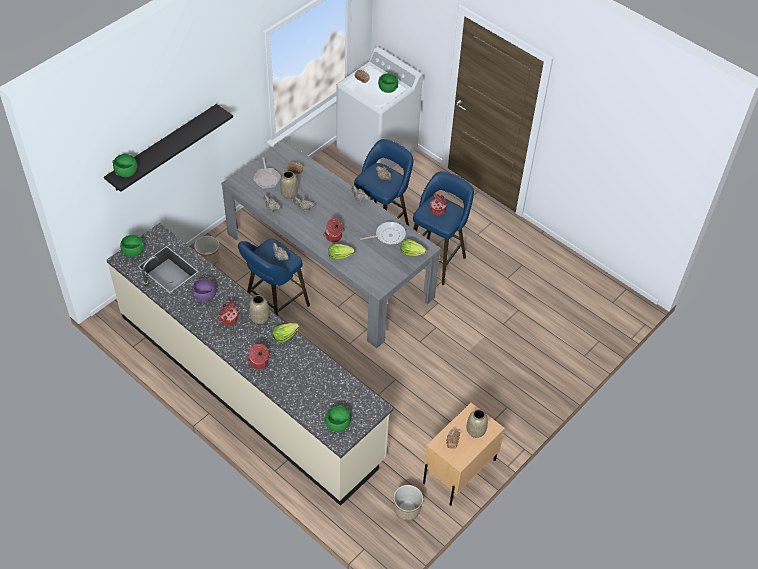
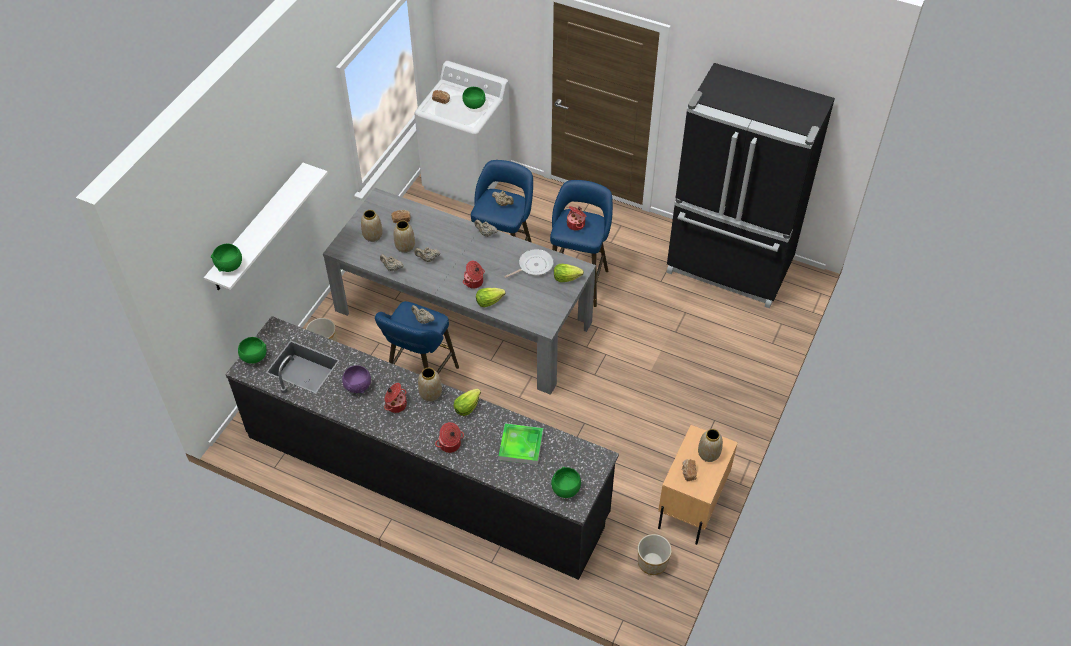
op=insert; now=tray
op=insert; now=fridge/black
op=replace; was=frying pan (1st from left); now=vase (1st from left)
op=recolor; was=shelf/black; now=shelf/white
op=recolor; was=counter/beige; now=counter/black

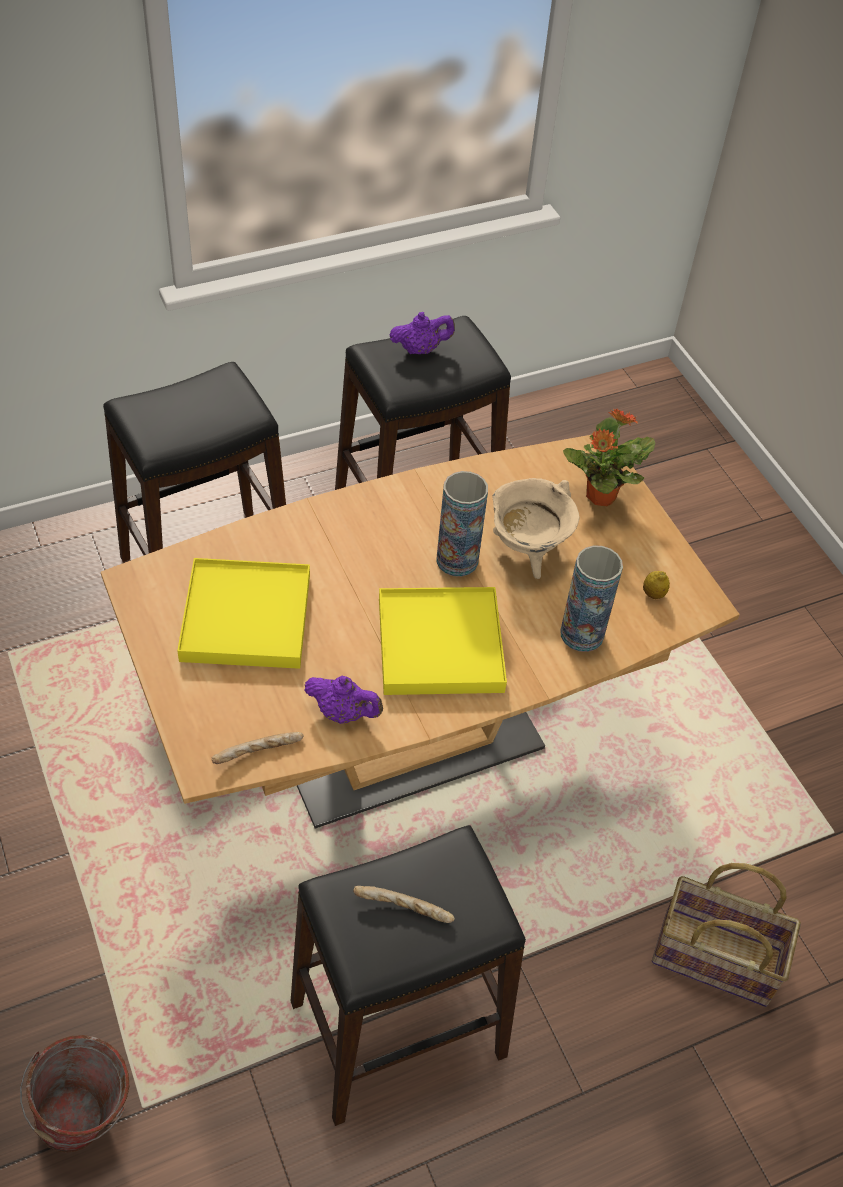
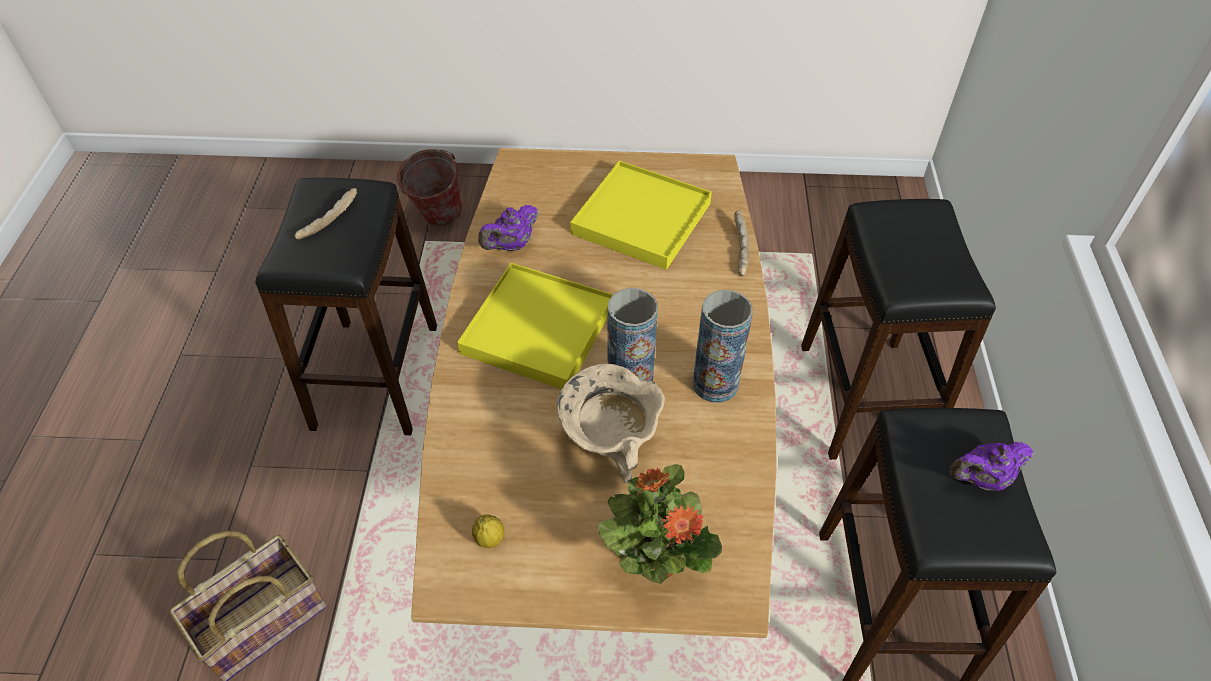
op=move; was=bread (1st from left in the first image); now=bread (2nd from left)
op=move; was=vase (2nd from left)
op=rotate; was=teapot/purple (2nd from left); clockwise=60

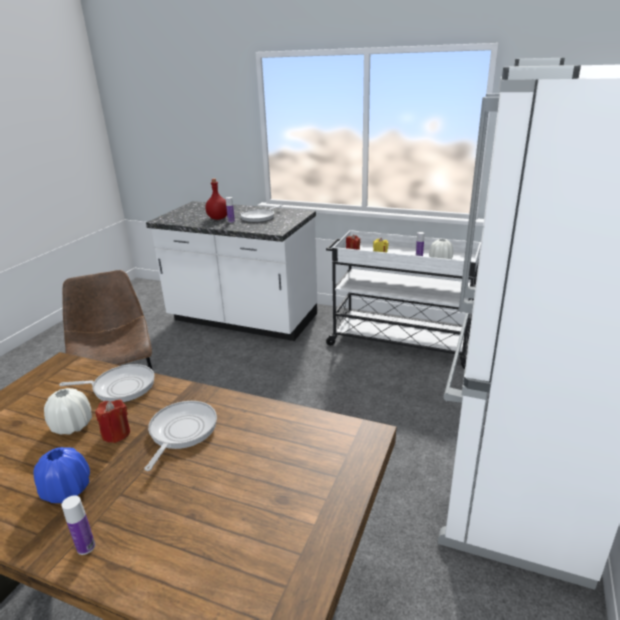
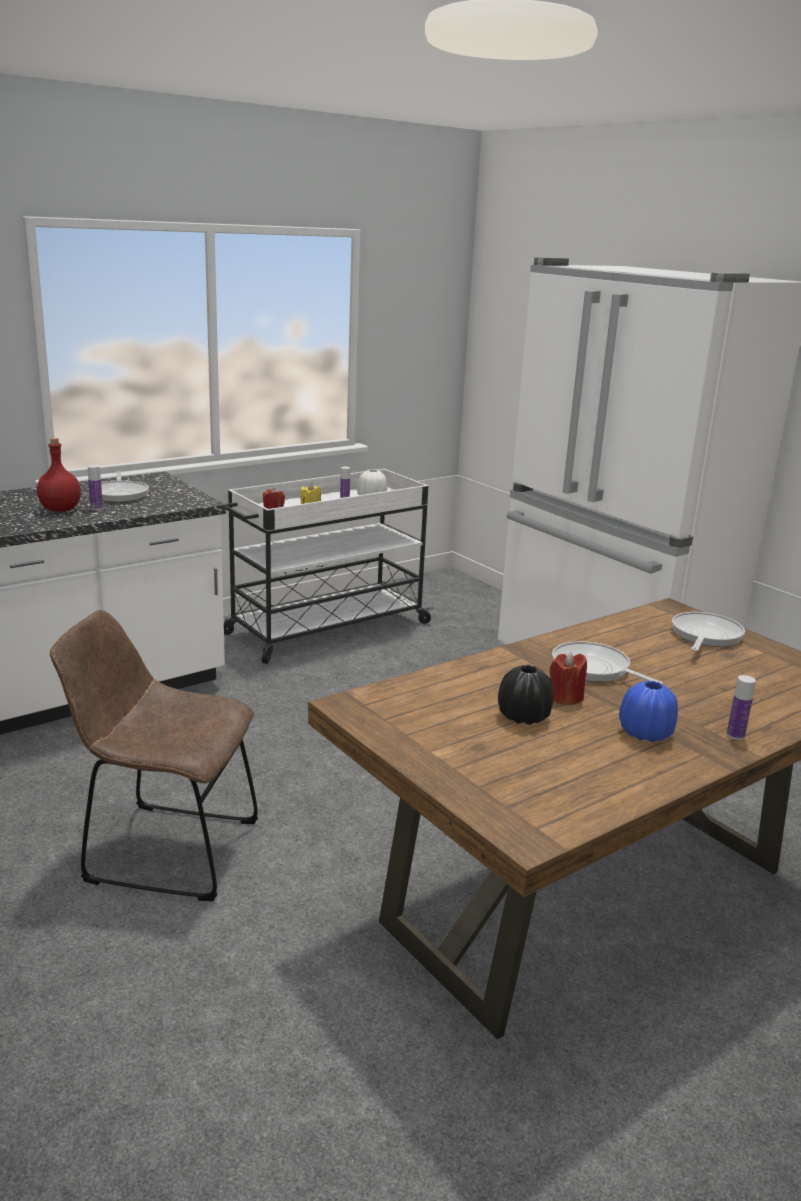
op=move; was=frying pan (1st from left in the first image); now=frying pan (3rd from left)
op=recolor; was=vase/white (1st from left); now=vase/black

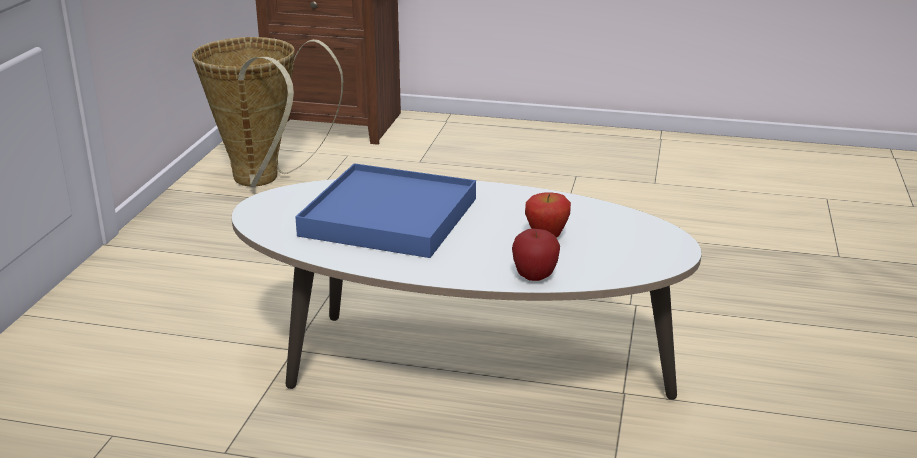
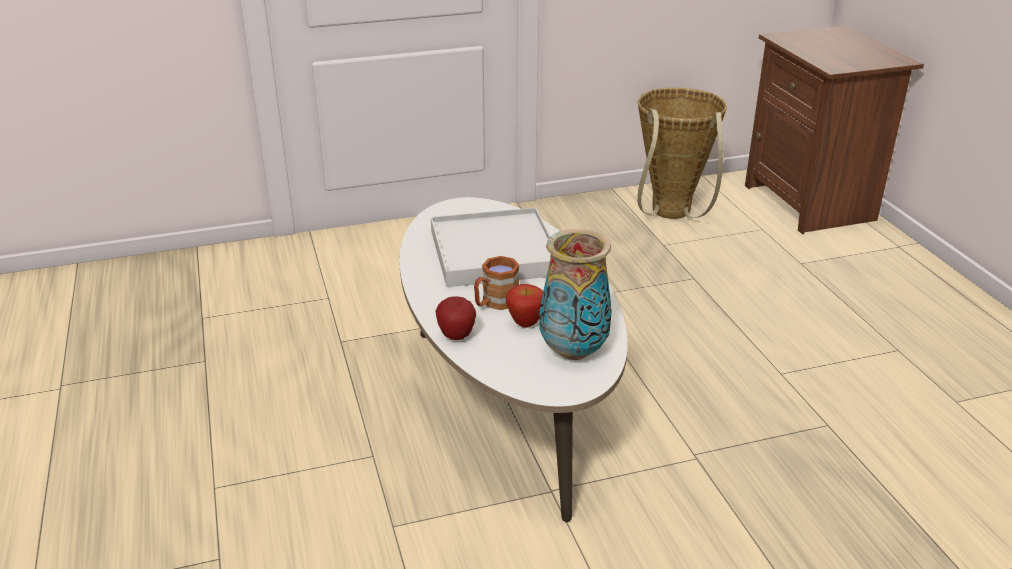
op=insert; now=mug/brown
op=insert; now=vase
op=recolor; was=tray/blue; now=tray/white

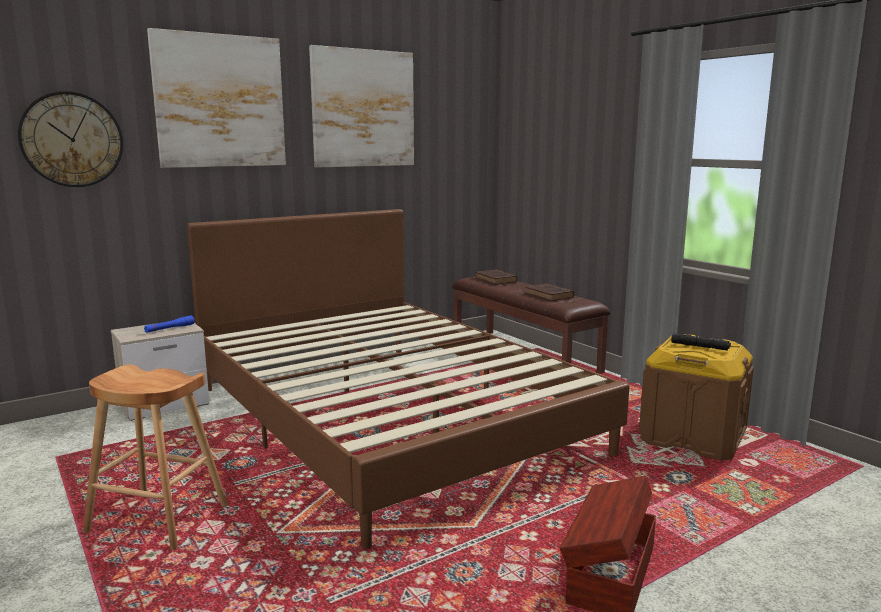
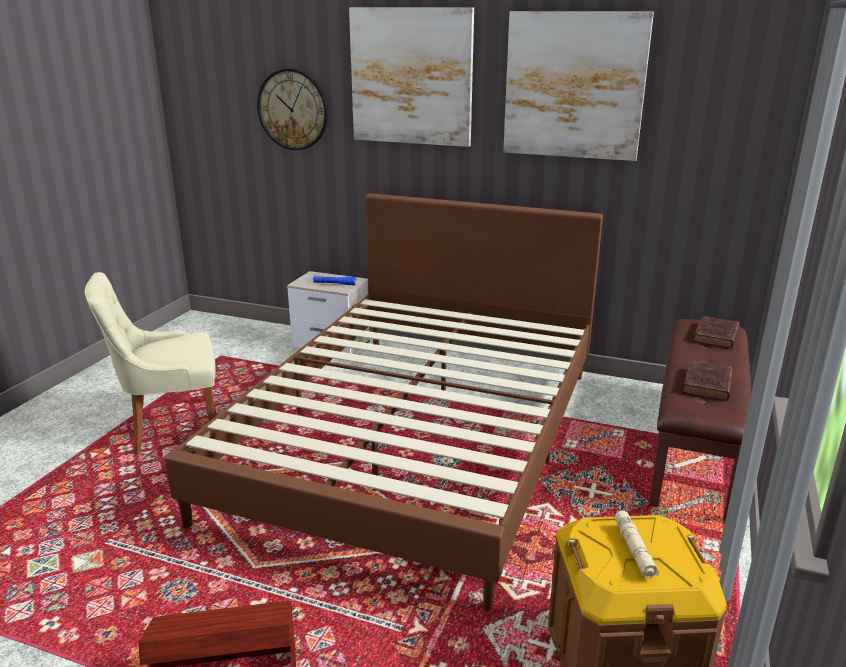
op=replace; was=stool/brown; now=chair/beige
op=recolor; was=flashlight/black; now=flashlight/beige

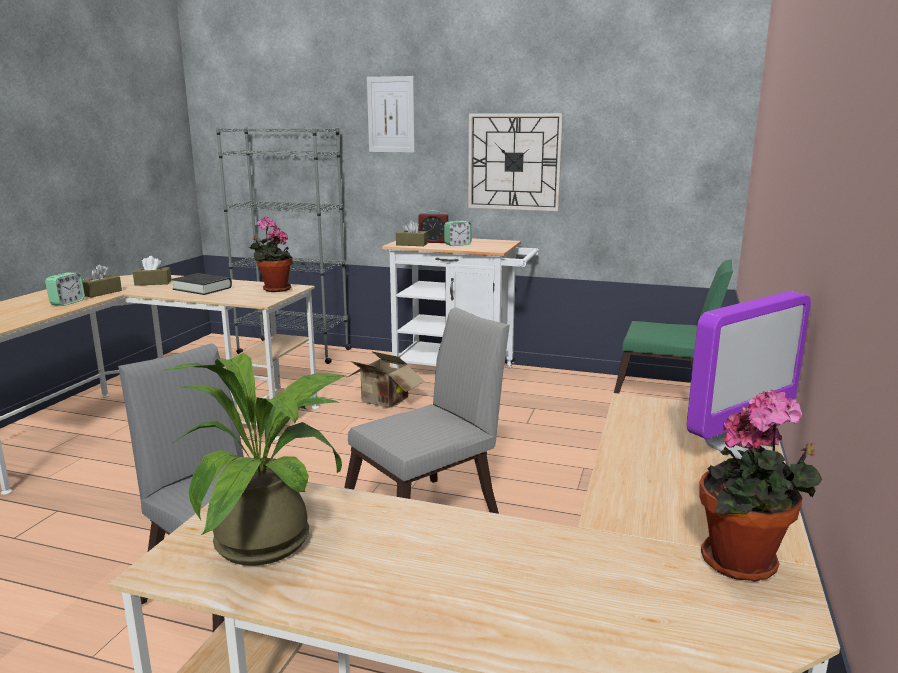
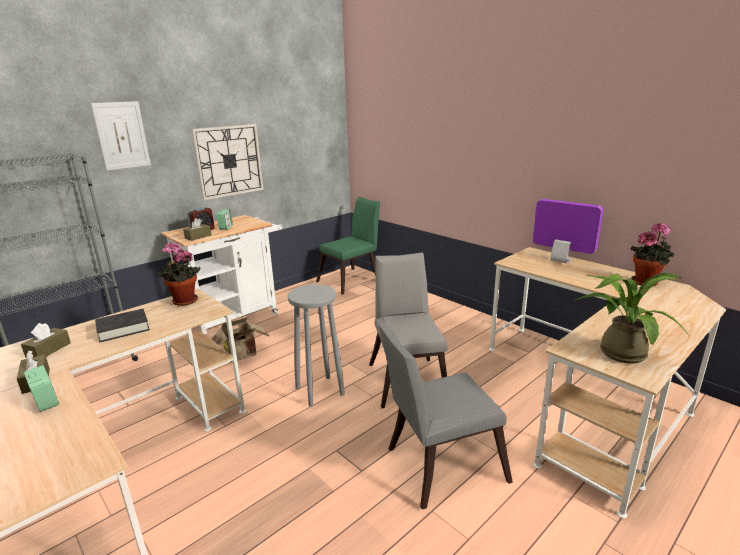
op=insert; now=stool/grey
op=rotate; was=monitor; clockwise=-45

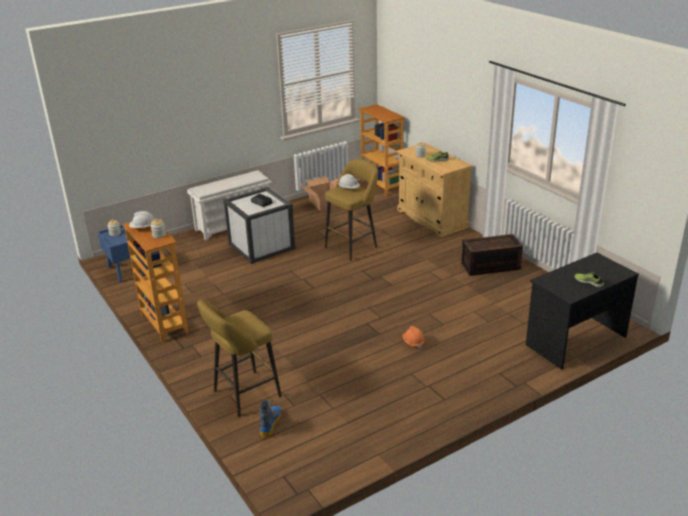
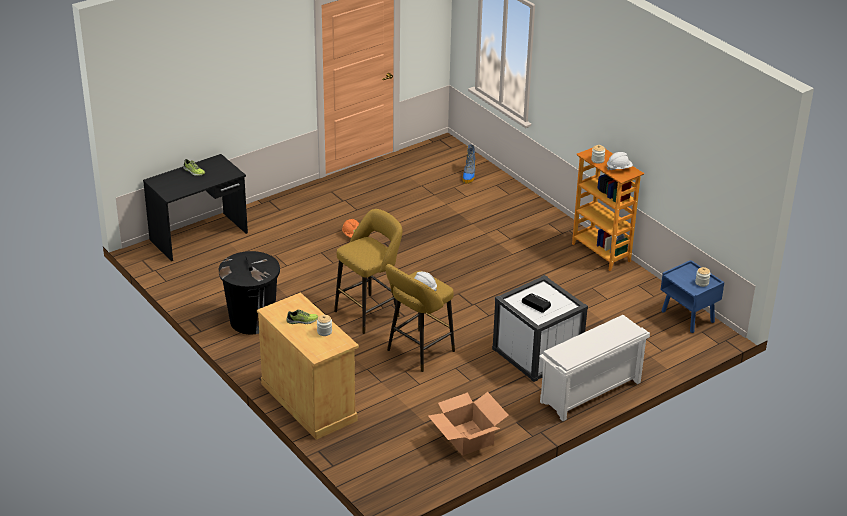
op=delete; was=bookcase (2nd from left)
op=move; was=stool/yellow (1st from left)
op=replace; was=storage box/brown; now=trash can/black

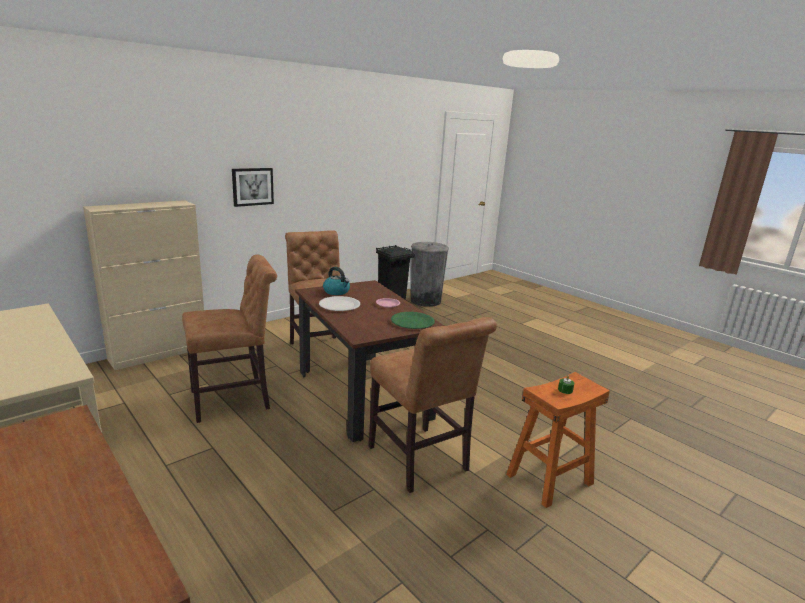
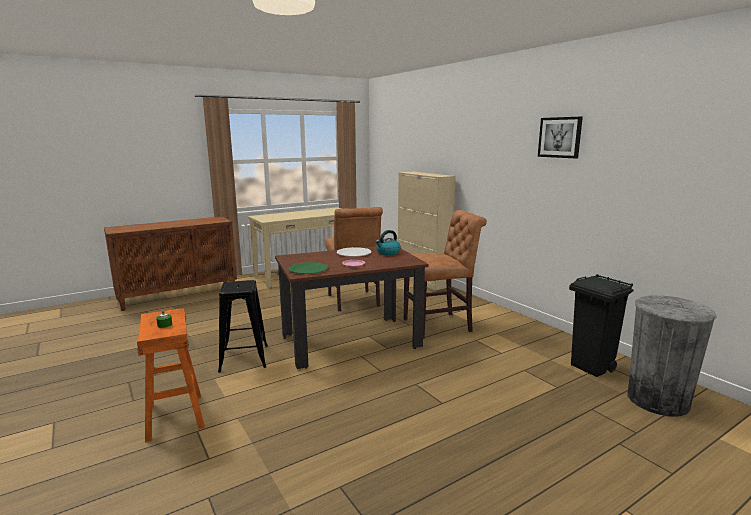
op=move; was=picture
op=replace; was=chair/brown (3rd from left); now=stool/black

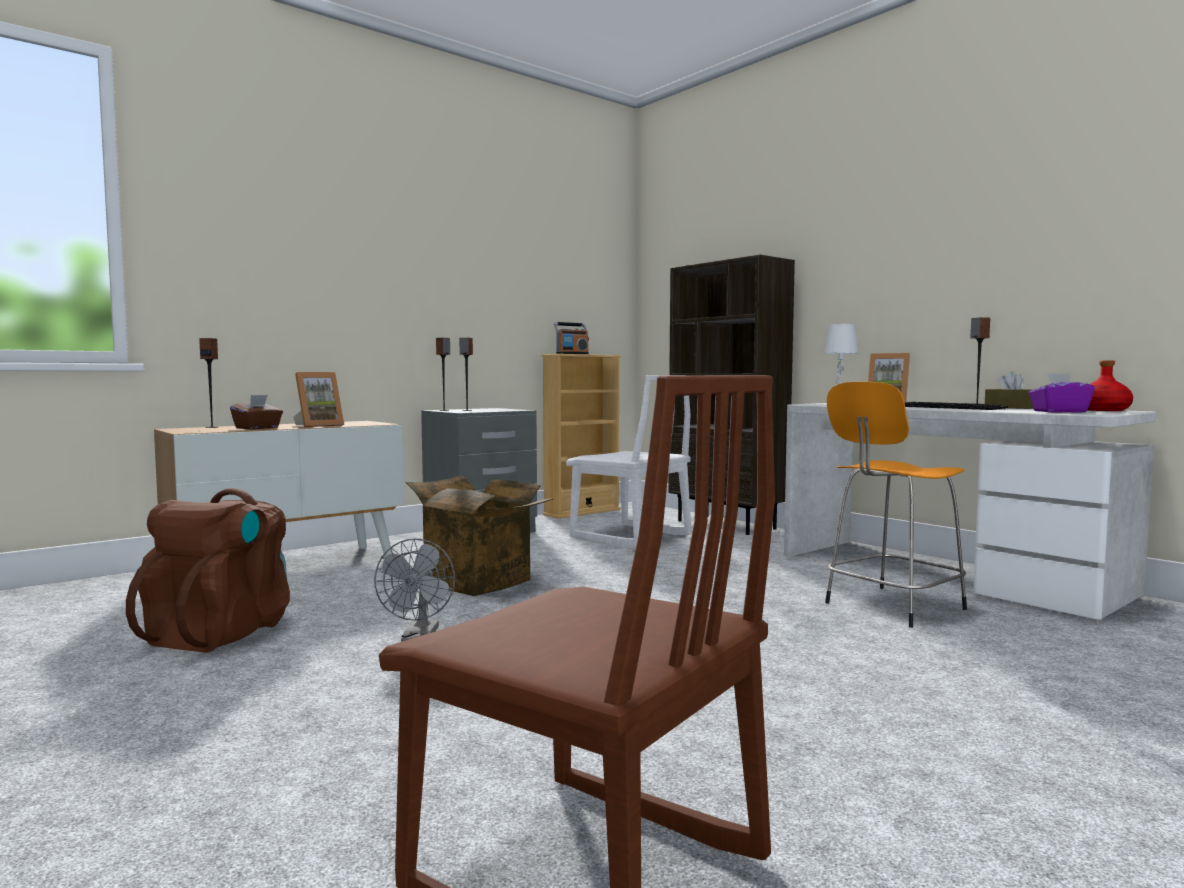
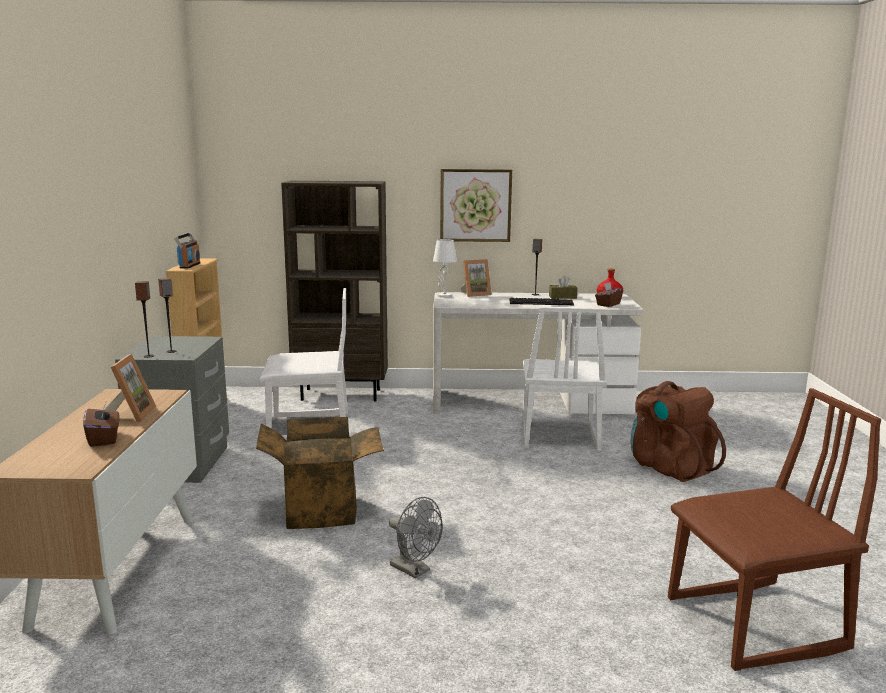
op=delete; was=speaker (1st from left)
op=insert; now=picture
op=move; was=backpack/brown
op=replace; was=stool/orange; now=chair/white (2nd from left)
op=recolor; was=tissue box/purple; now=tissue box/brown (3rd from left)

